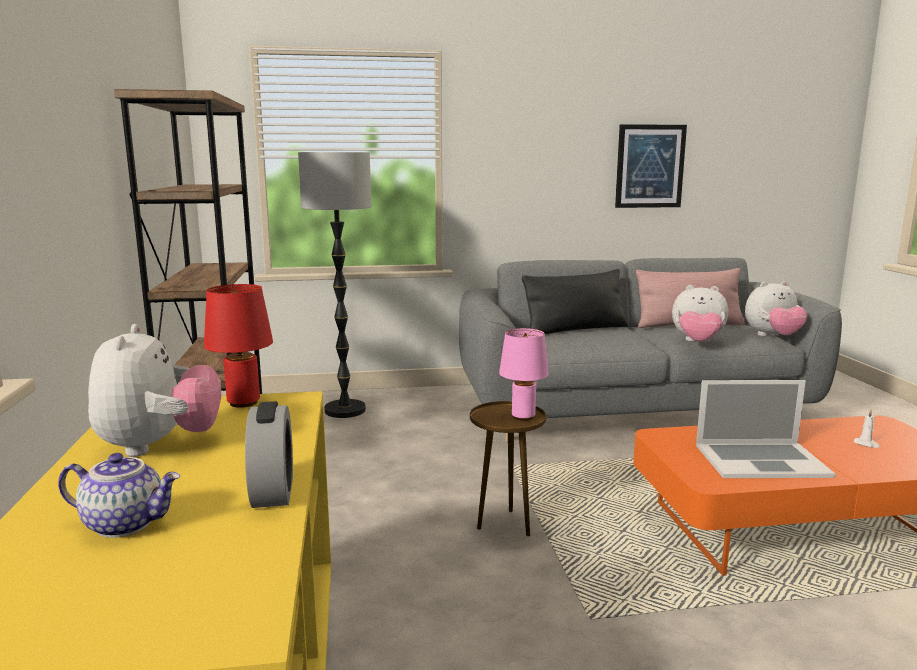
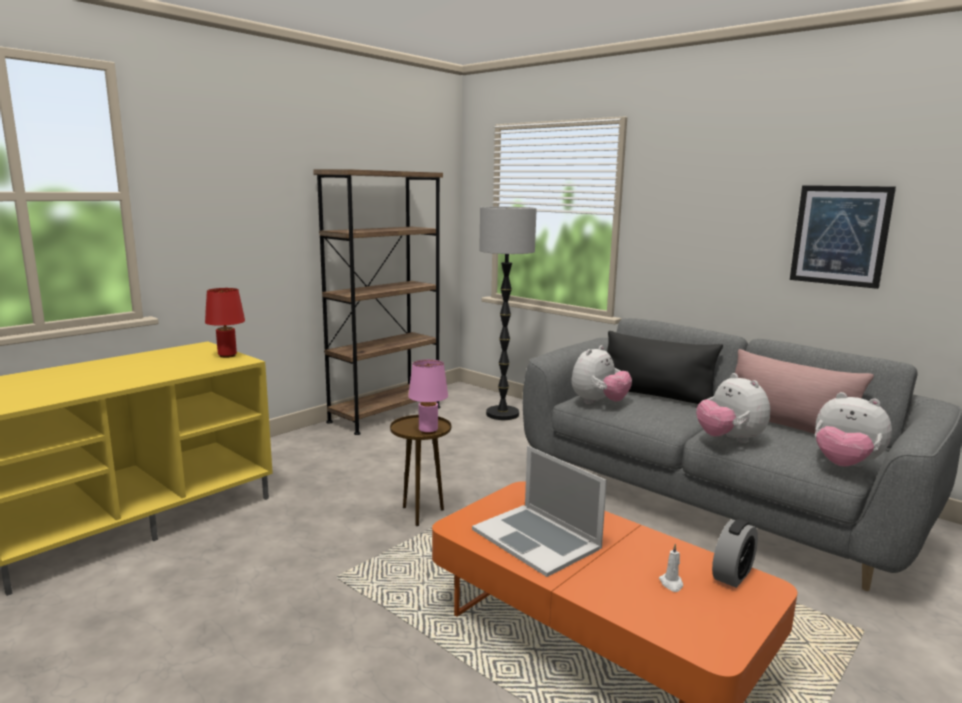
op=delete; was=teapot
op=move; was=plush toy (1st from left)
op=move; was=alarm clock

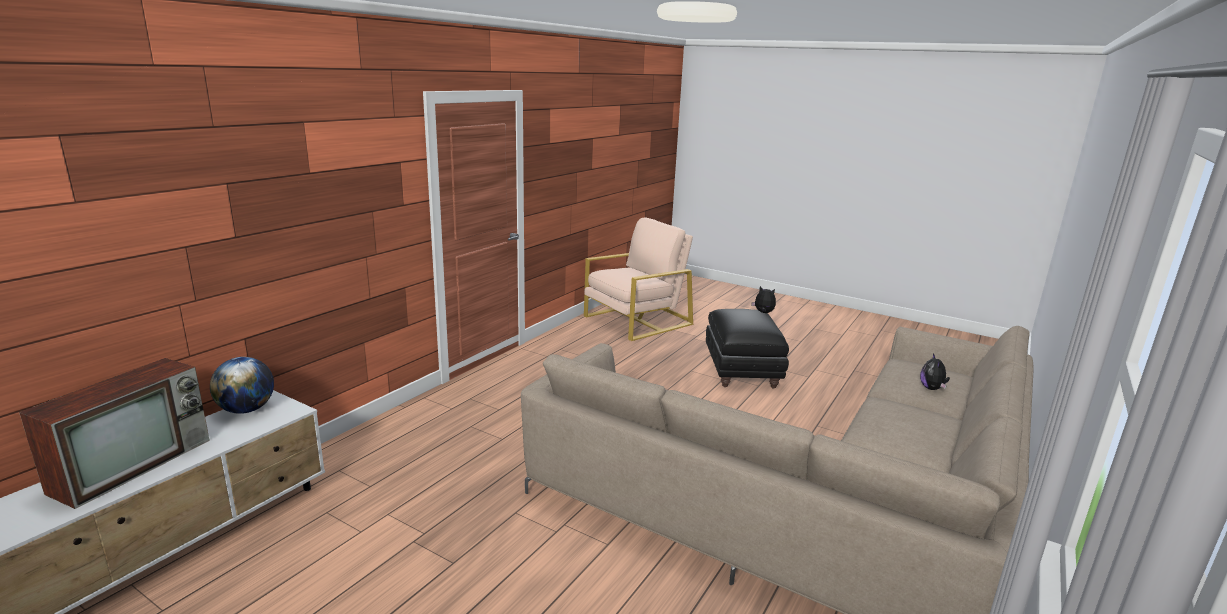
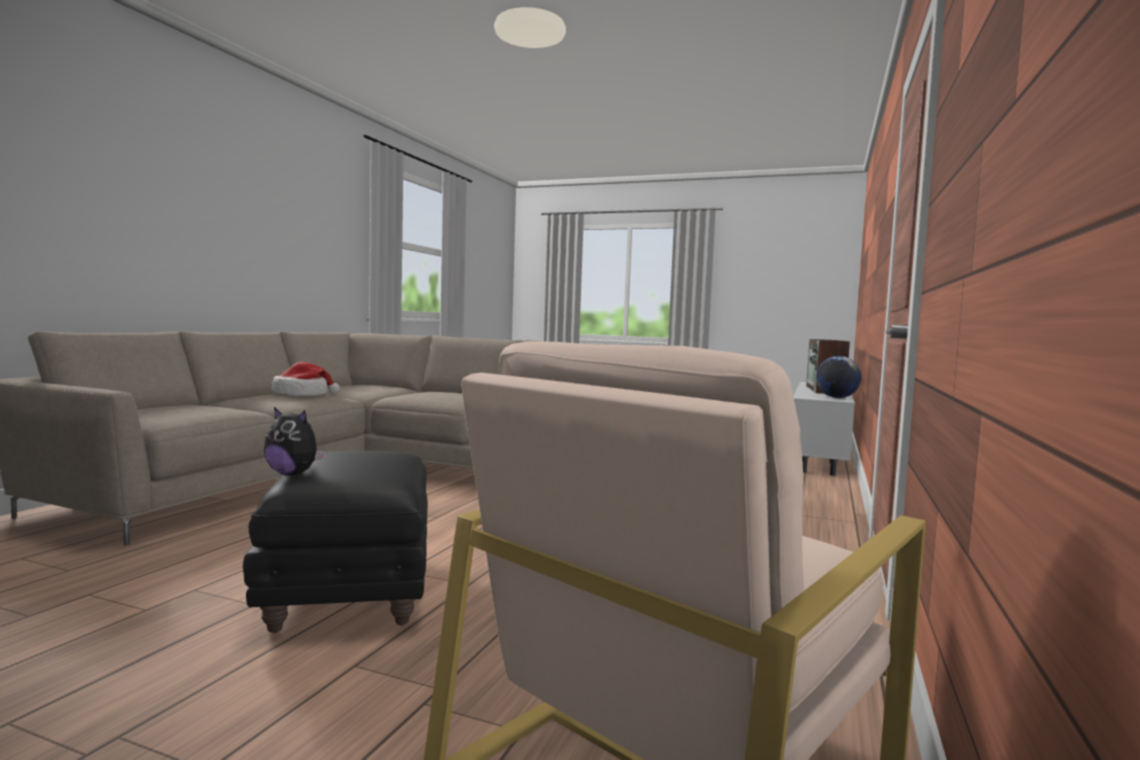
op=delete; was=plush toy (2nd from left)
op=insert; now=hat

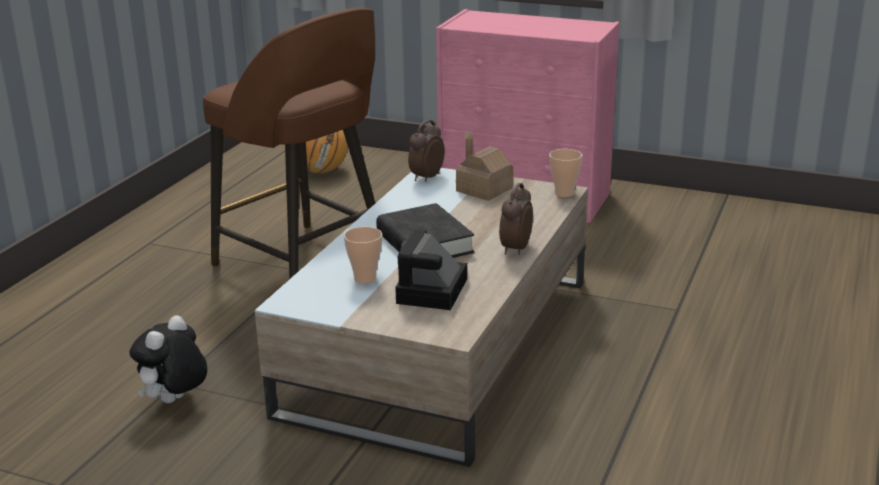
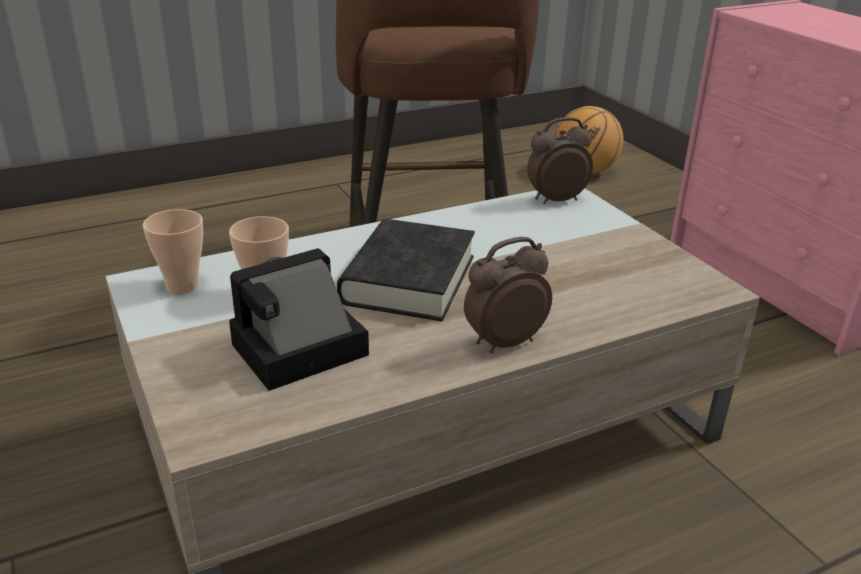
op=delete; was=plush toy
op=delete; was=toy house
op=move; was=cup (2nd from left in the first image); now=cup (1st from left)

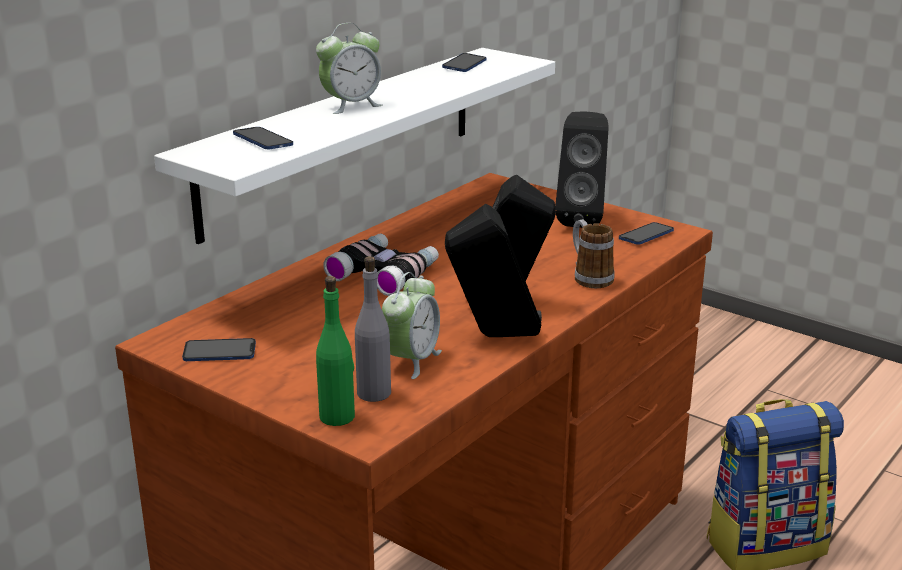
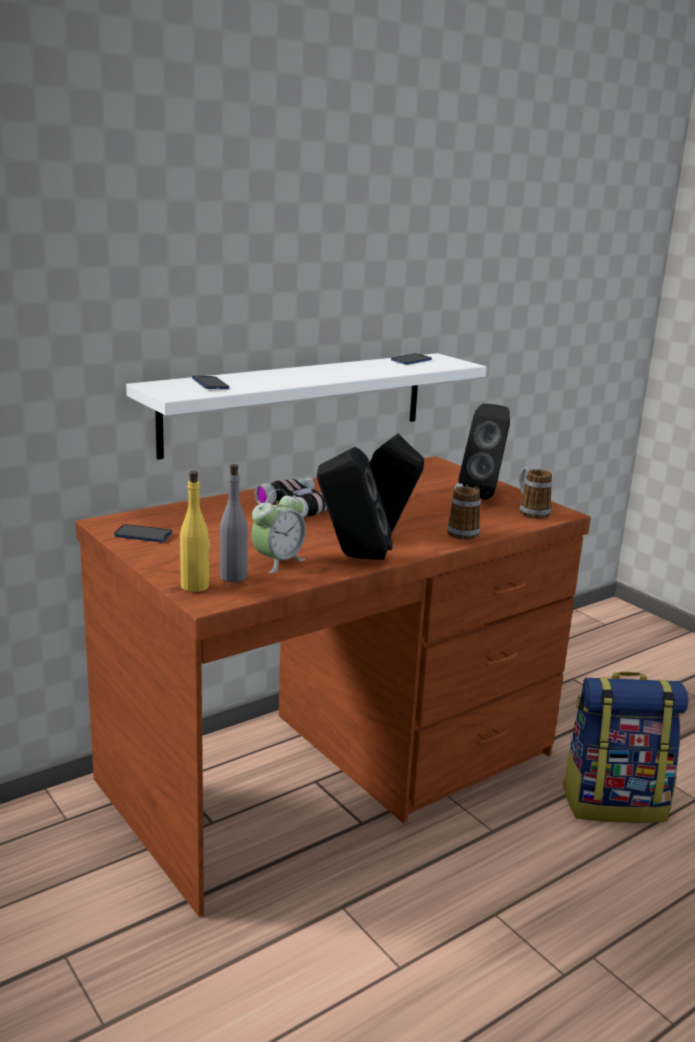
op=delete; was=alarm clock (1st from left)
op=replace; was=phone (4th from left); now=mug (2nd from left)
op=recolor; was=bottle/green; now=bottle/yellow

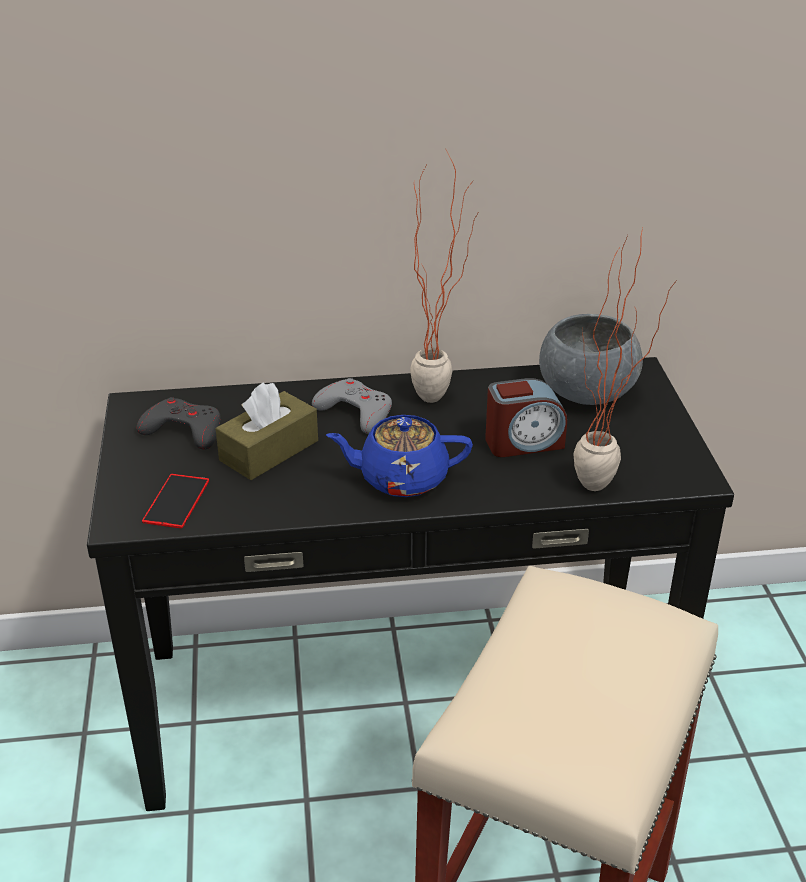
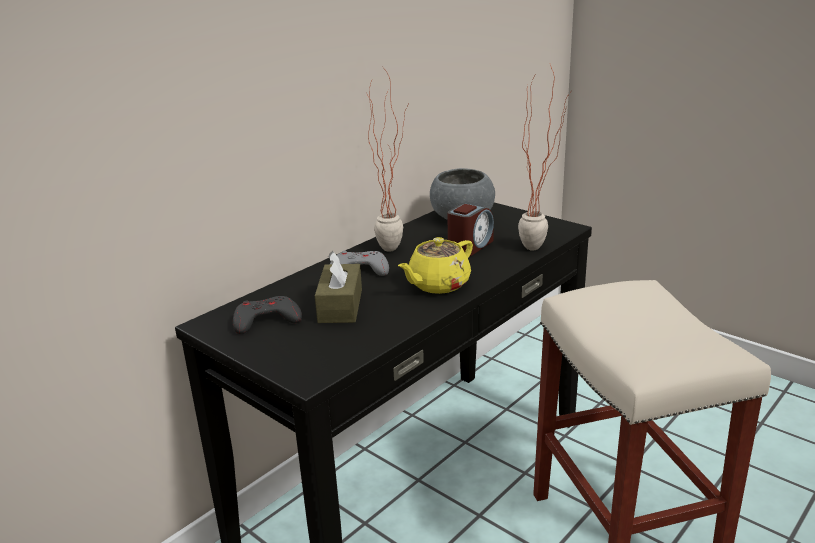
op=delete; was=phone
op=recolor; was=teapot/blue; now=teapot/yellow

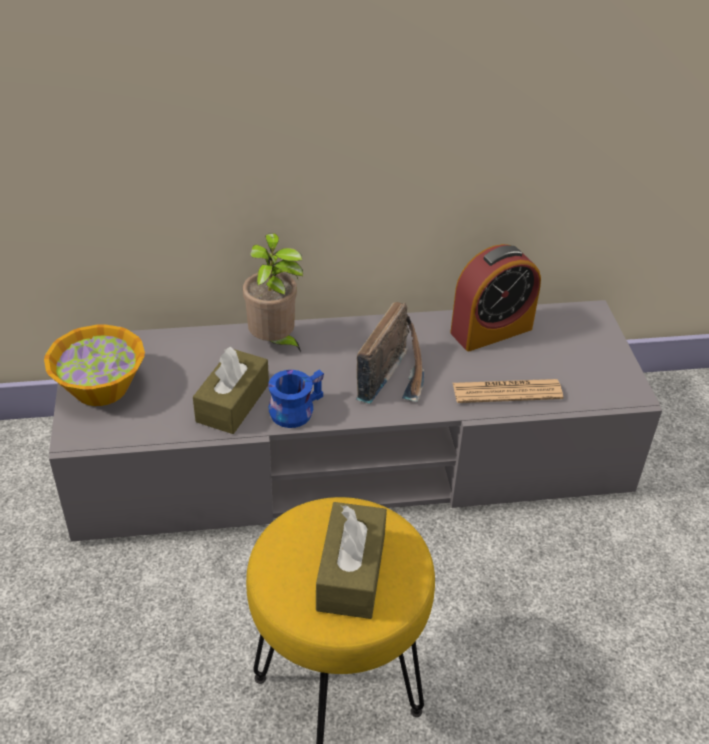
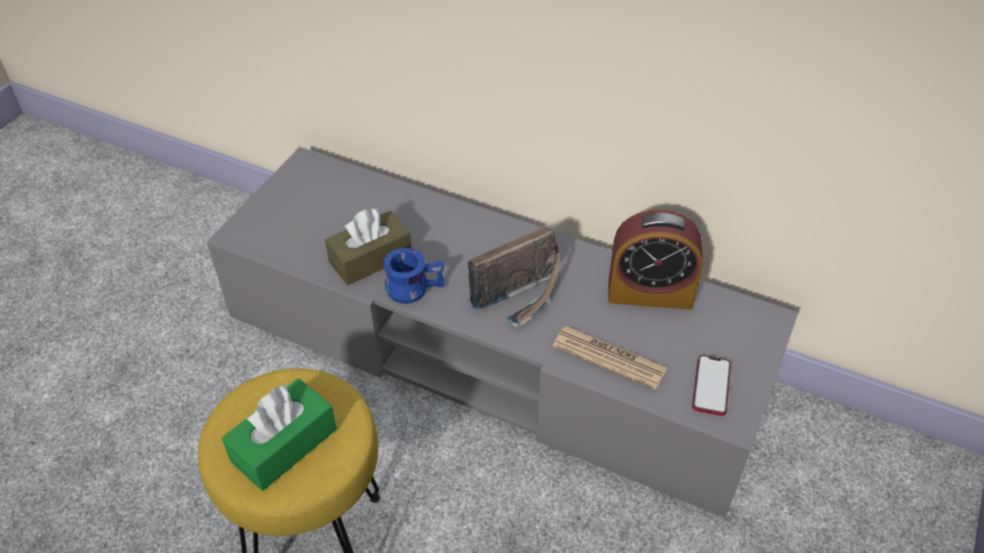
op=delete; was=bowl
op=delete; was=potted plant
op=insert; now=phone
op=recolor; was=tissue box/brown (2nd from left); now=tissue box/green

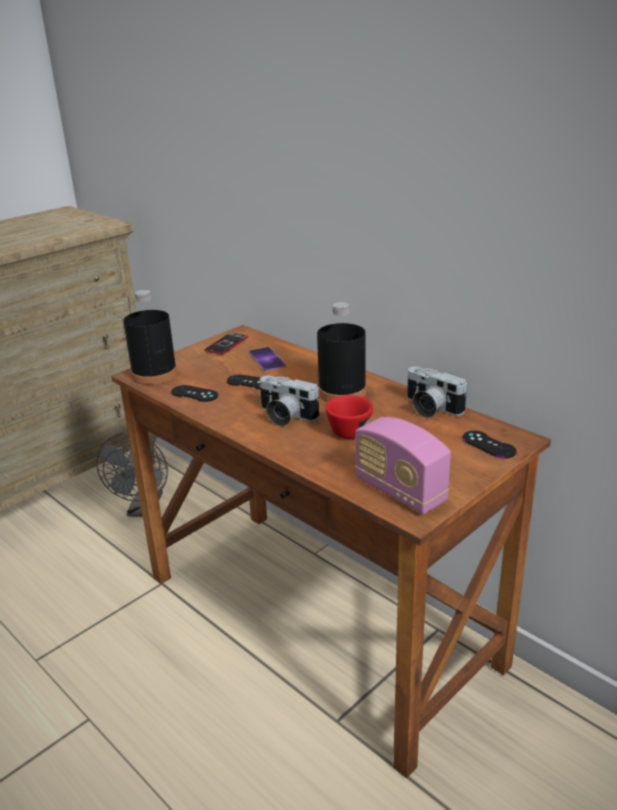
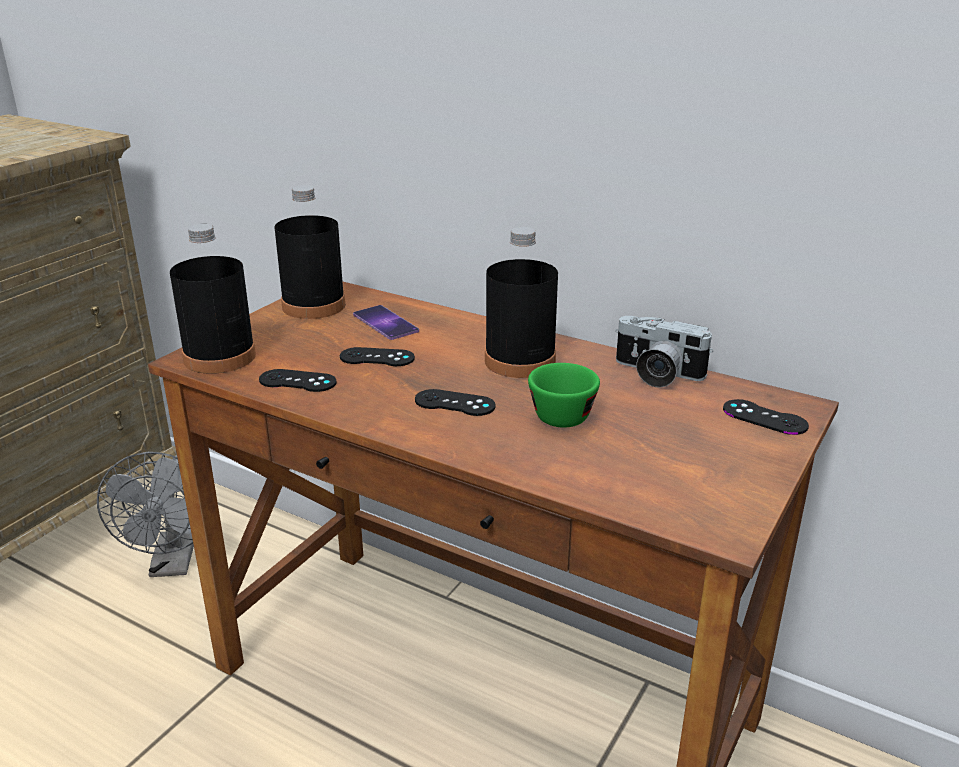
op=delete; was=radio
op=replace; was=phone (1st from left); now=bottle/black (2nd from left)
op=replace; was=photo camera (1st from left); now=game controller/black (3rd from left)
op=recolor; was=cup/red; now=cup/green

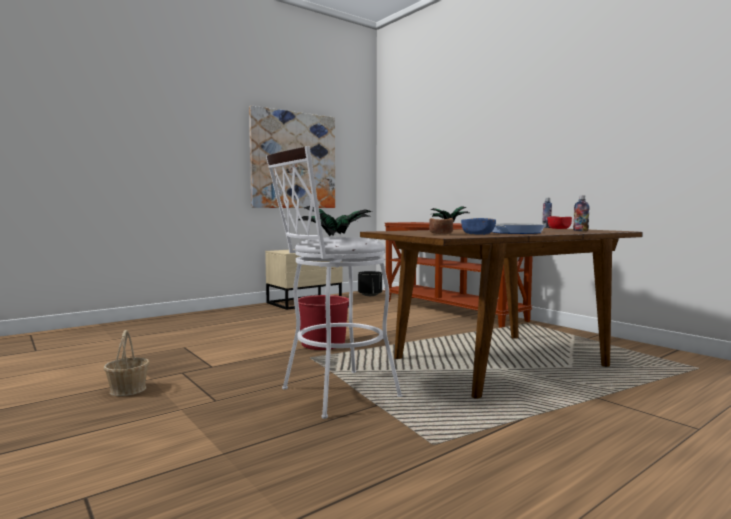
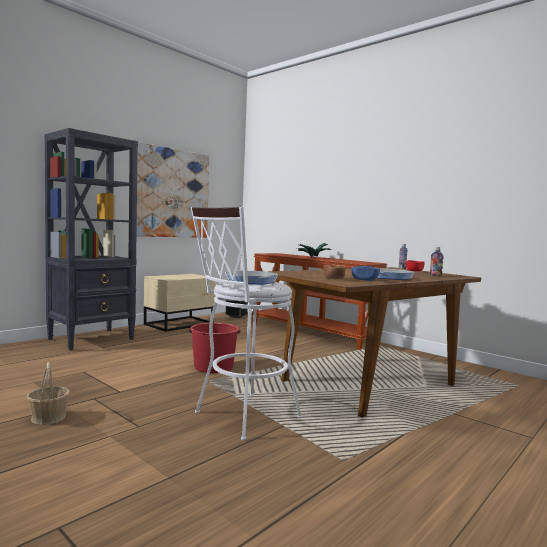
op=insert; now=bookcase/black
op=replace; was=potted plant (1st from left); now=frying pan (1st from left)

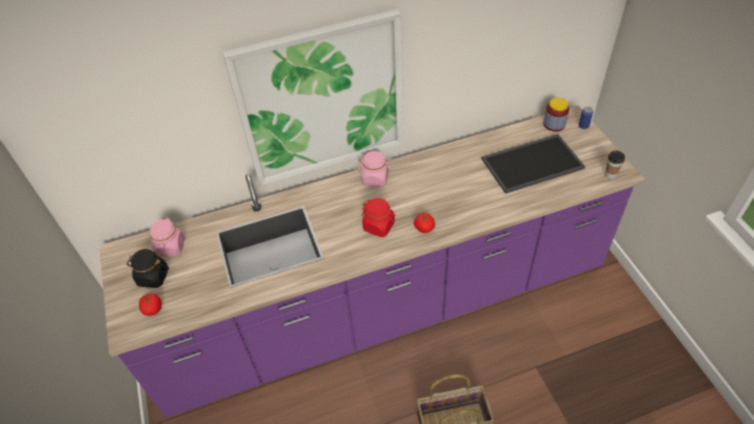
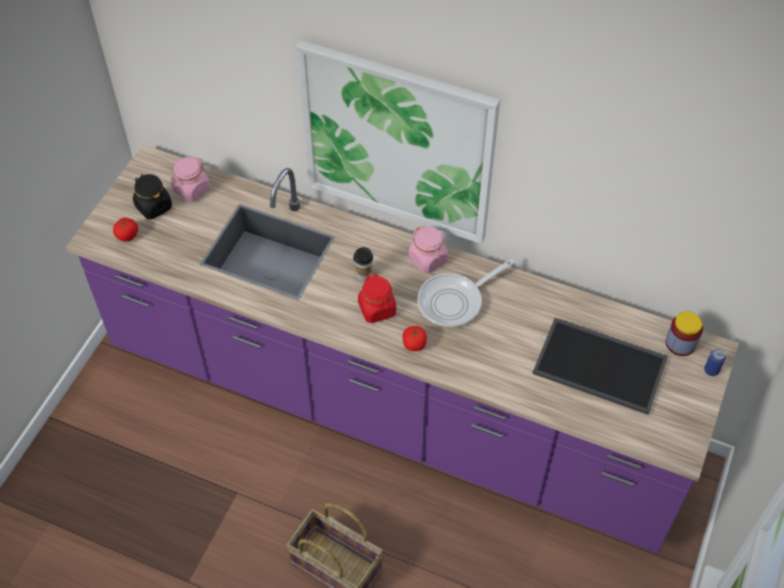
op=insert; now=frying pan
op=move; was=cup

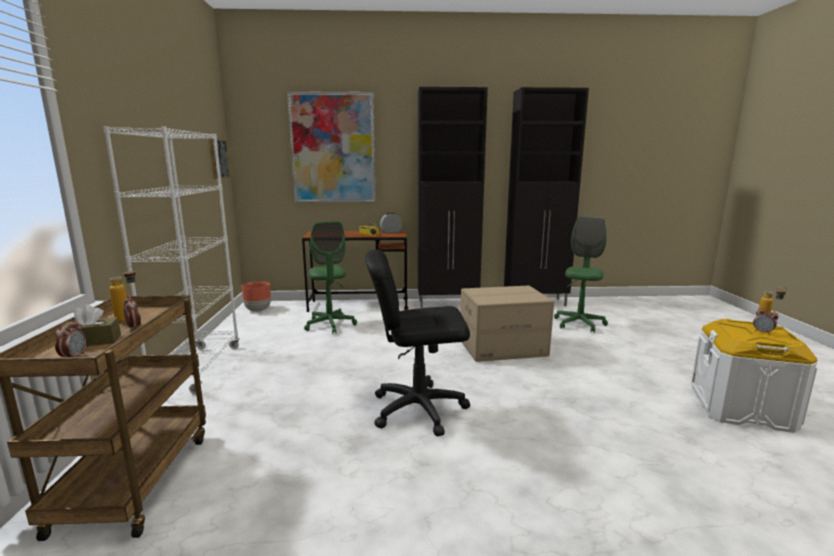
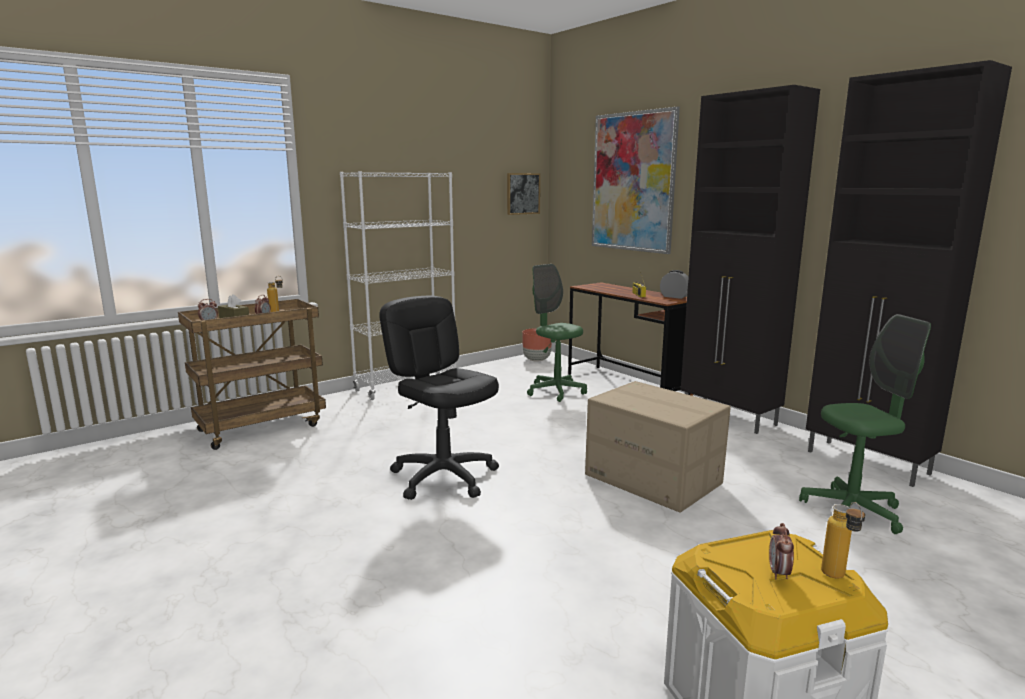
op=rotate; was=office chair/green (1st from left); clockwise=105

